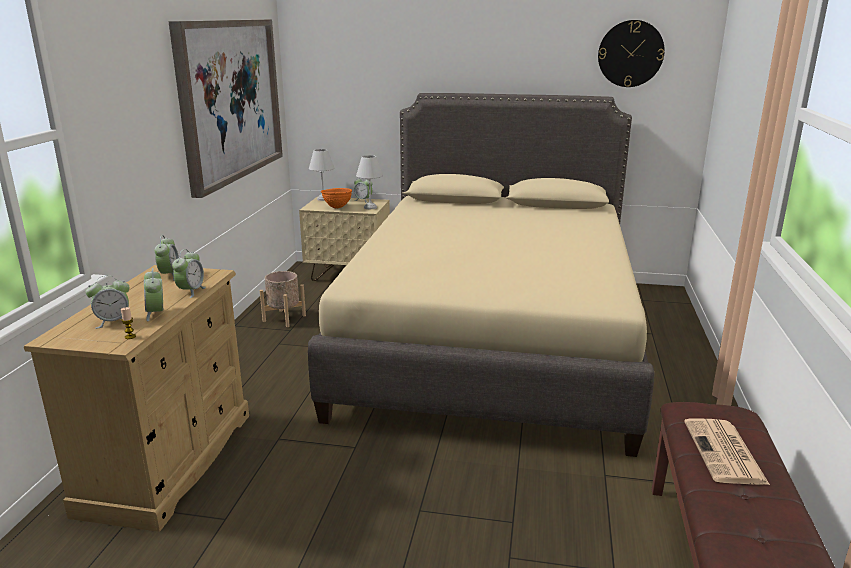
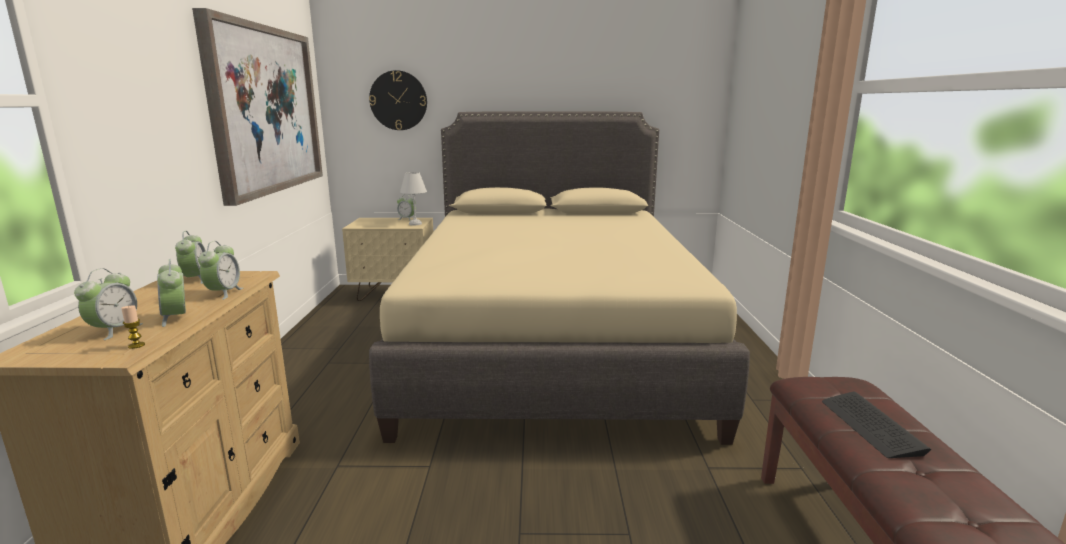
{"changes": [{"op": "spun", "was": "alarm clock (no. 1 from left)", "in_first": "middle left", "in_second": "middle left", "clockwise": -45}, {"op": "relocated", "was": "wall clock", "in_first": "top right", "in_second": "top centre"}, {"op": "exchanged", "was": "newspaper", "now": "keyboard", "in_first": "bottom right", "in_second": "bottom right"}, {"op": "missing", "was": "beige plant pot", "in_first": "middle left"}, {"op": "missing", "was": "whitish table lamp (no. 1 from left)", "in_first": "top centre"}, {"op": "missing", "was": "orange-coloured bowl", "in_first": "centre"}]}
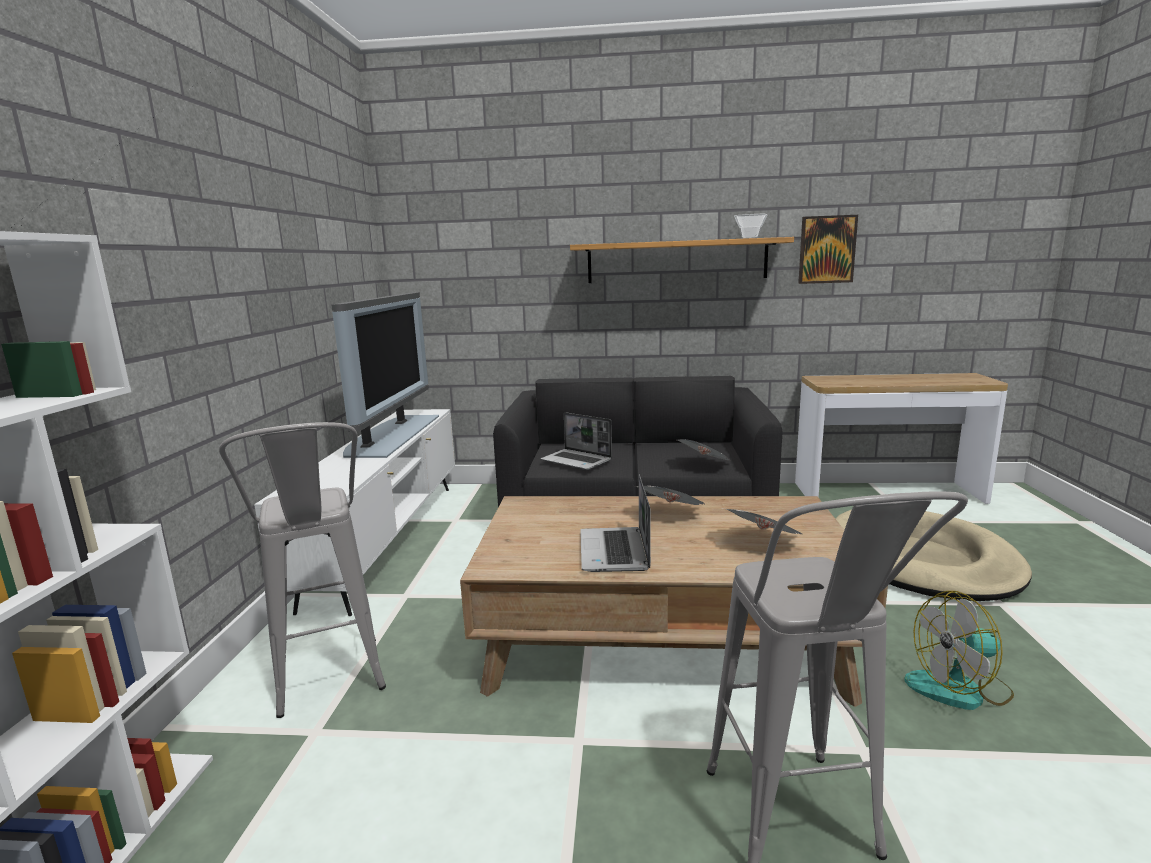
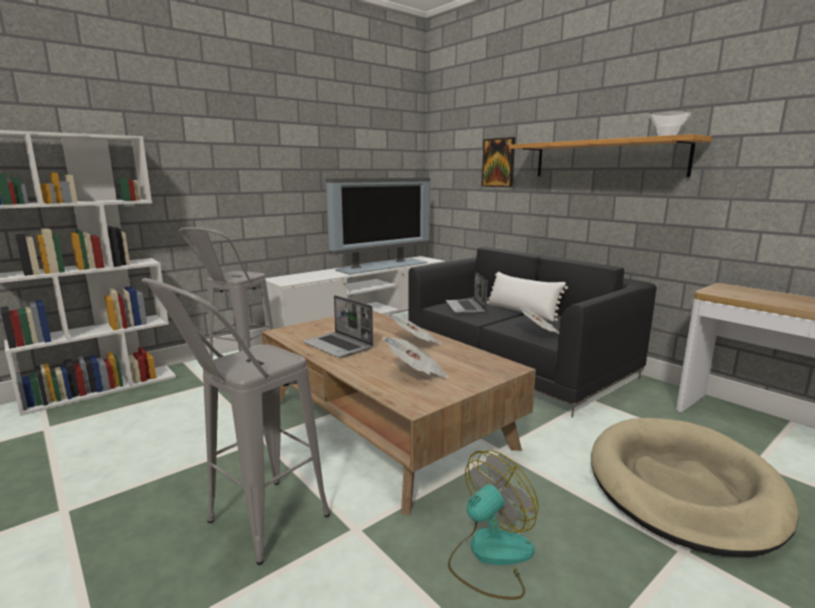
{"changes": [{"op": "spun", "was": "laptop (no. 2 from left in the first image)", "in_first": "centre", "in_second": "centre", "clockwise": -90}, {"op": "spun", "was": "cooling fan", "in_first": "bottom right", "in_second": "bottom centre", "clockwise": 105}, {"op": "relocated", "was": "picture", "in_first": "top right", "in_second": "top centre"}, {"op": "appeared", "now": "whitish throw pillow", "in_second": "centre"}]}
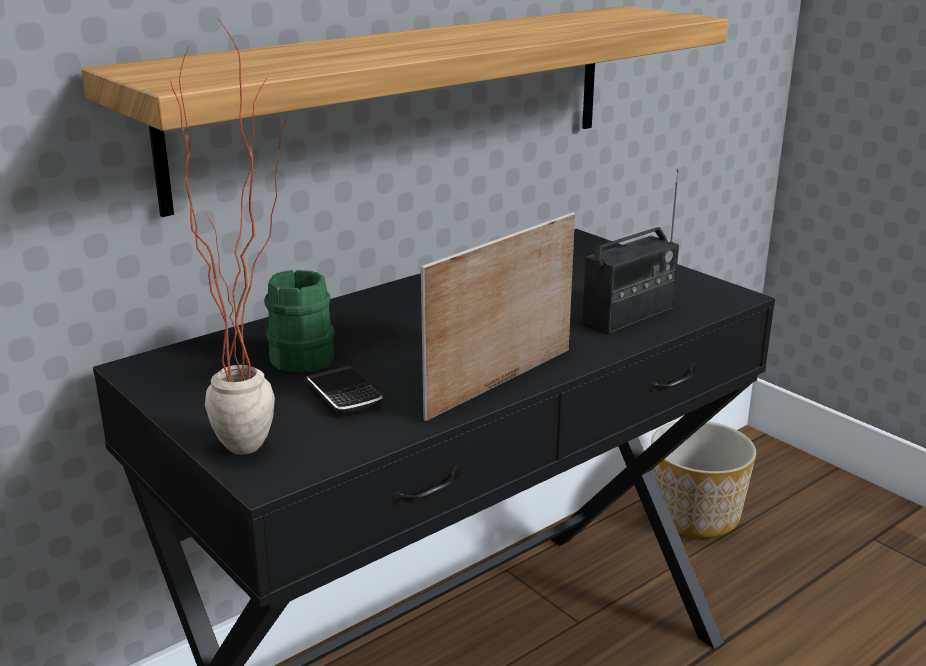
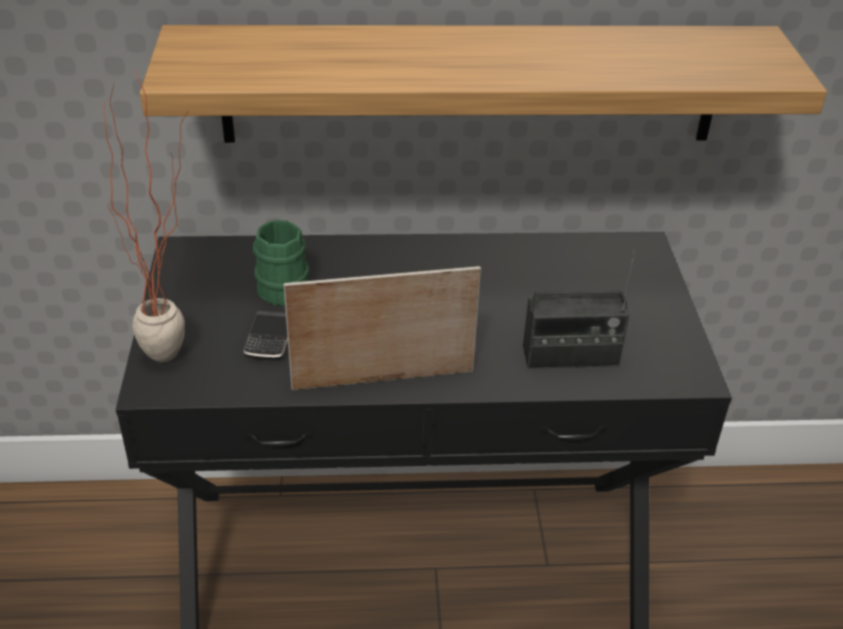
{"changes": [{"op": "missing", "was": "plant pot", "in_first": "bottom right"}]}
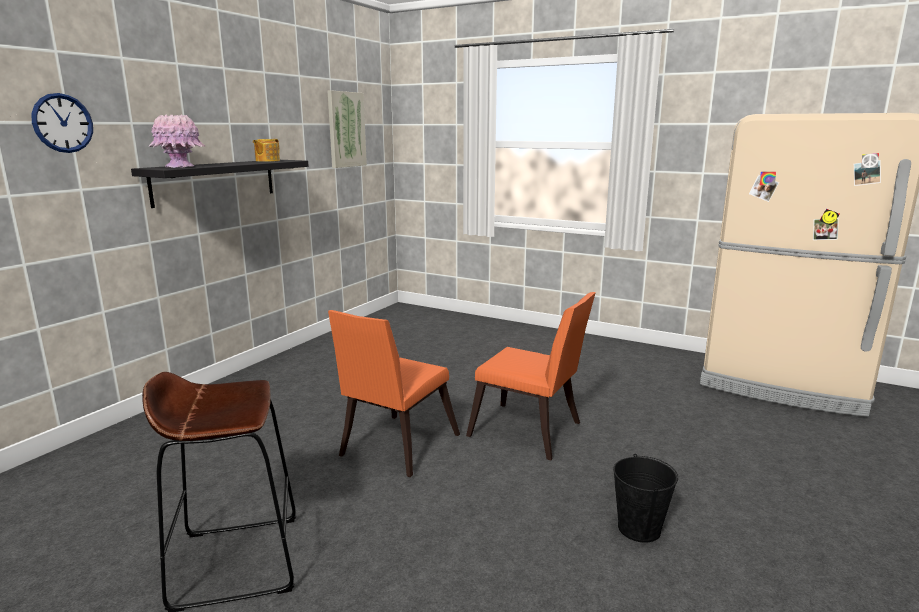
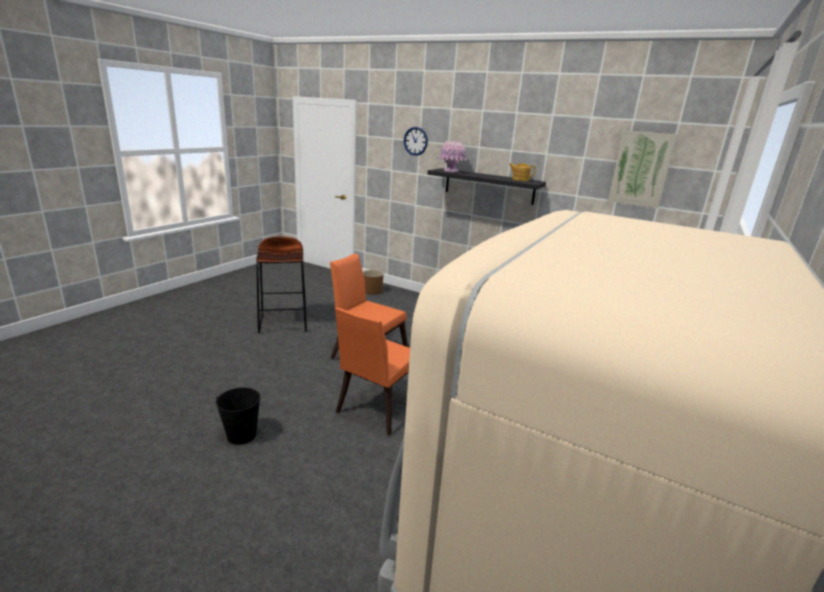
{"changes": [{"op": "appeared", "now": "brown-coloured plant pot", "in_second": "centre"}]}
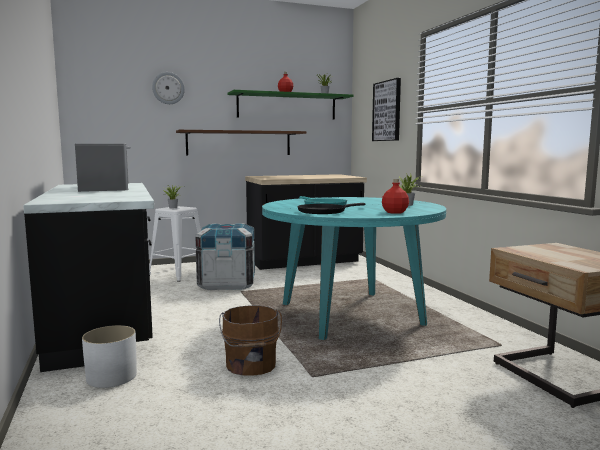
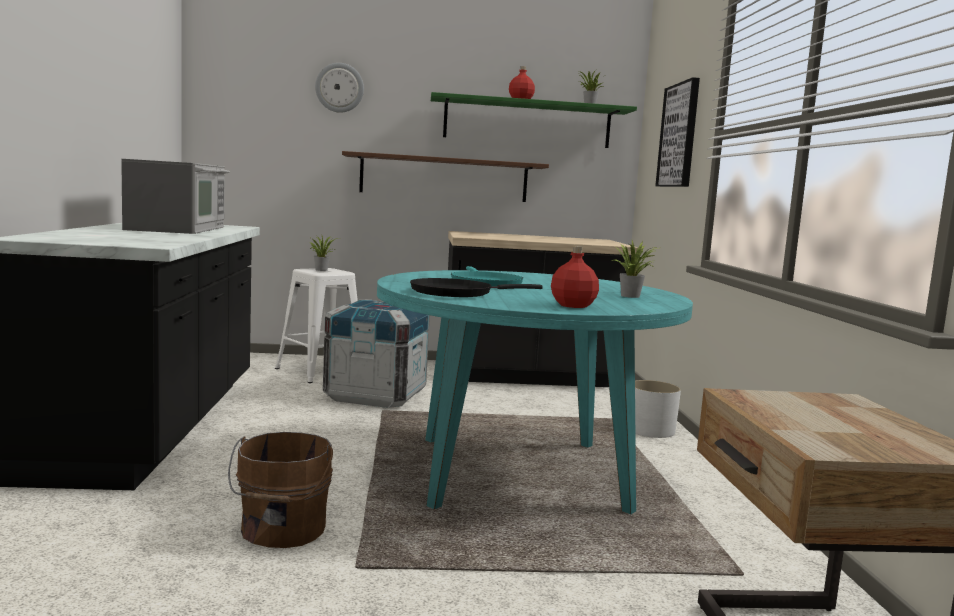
{"changes": [{"op": "relocated", "was": "whitish plant pot", "in_first": "bottom left", "in_second": "middle right"}]}
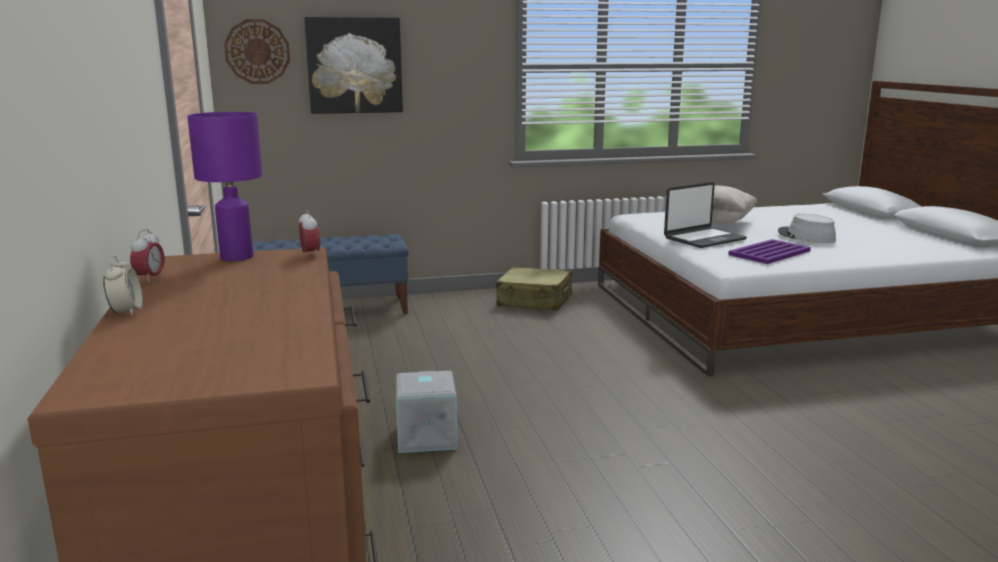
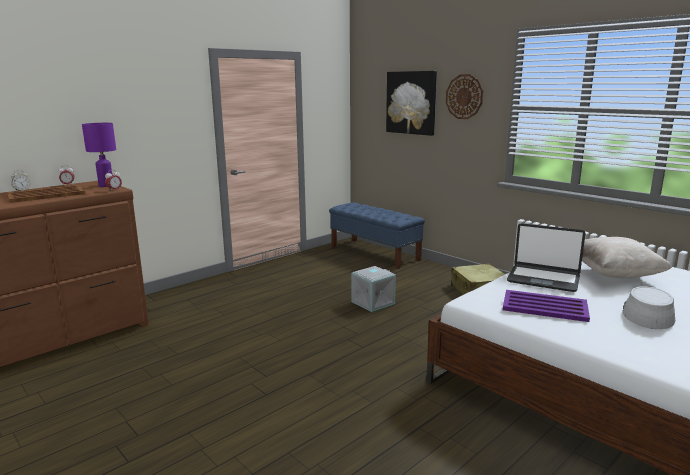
{"changes": [{"op": "appeared", "now": "brown-coloured tray", "in_second": "middle left"}, {"op": "relocated", "was": "greyish storage bin", "in_first": "bottom centre", "in_second": "centre"}, {"op": "relocated", "was": "wall clock", "in_first": "top left", "in_second": "top right"}]}
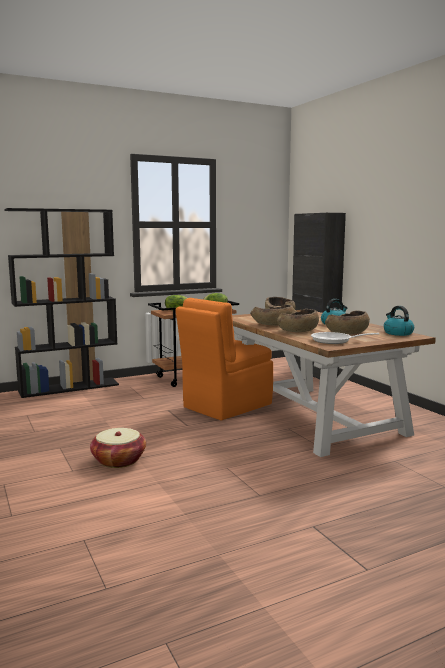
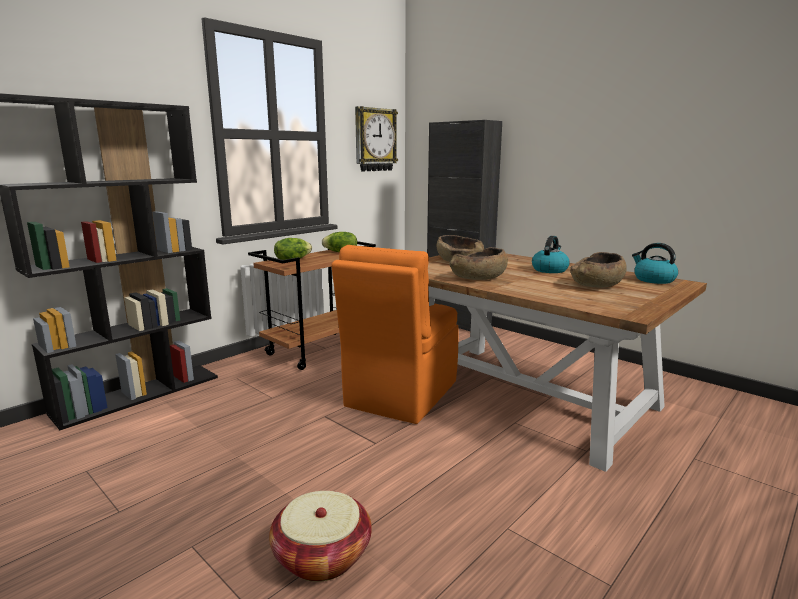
{"changes": [{"op": "appeared", "now": "wall clock", "in_second": "top centre"}, {"op": "missing", "was": "brown-coloured bowl (no. 3 from left)", "in_first": "middle right"}, {"op": "missing", "was": "skillet", "in_first": "middle right"}]}
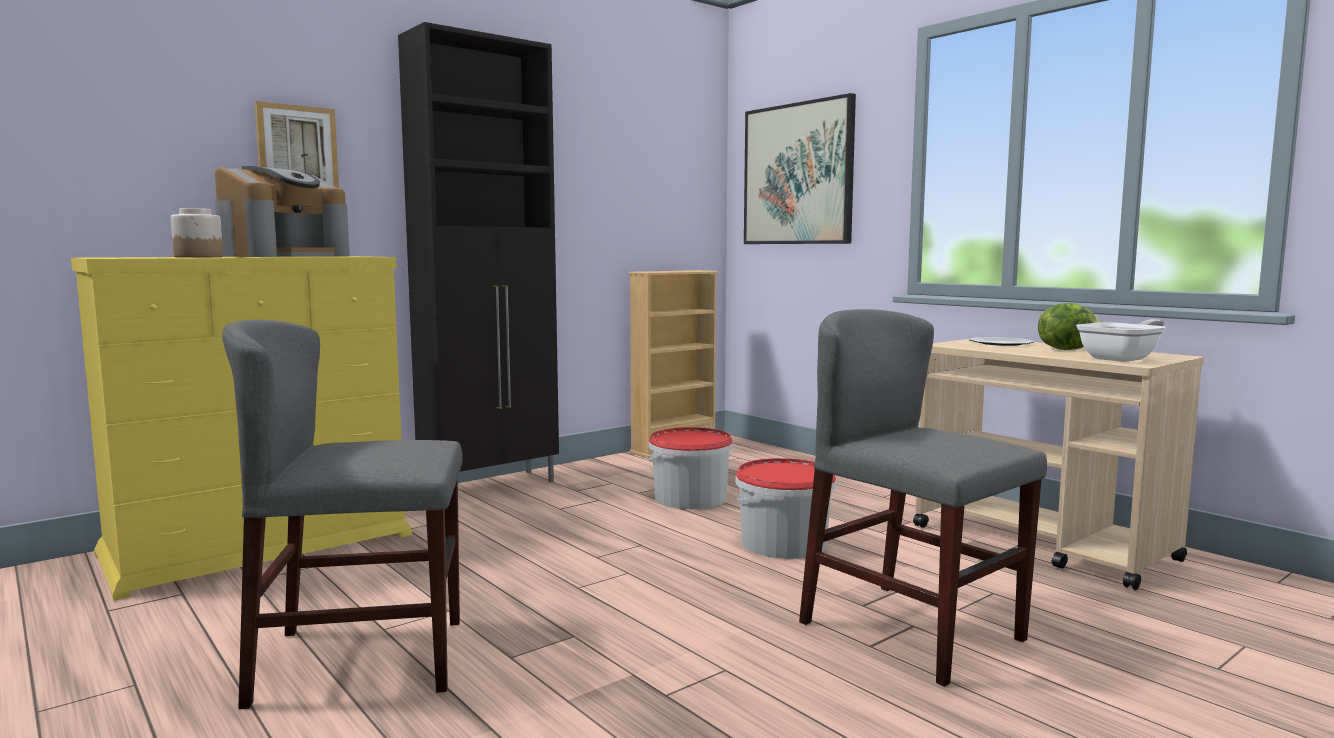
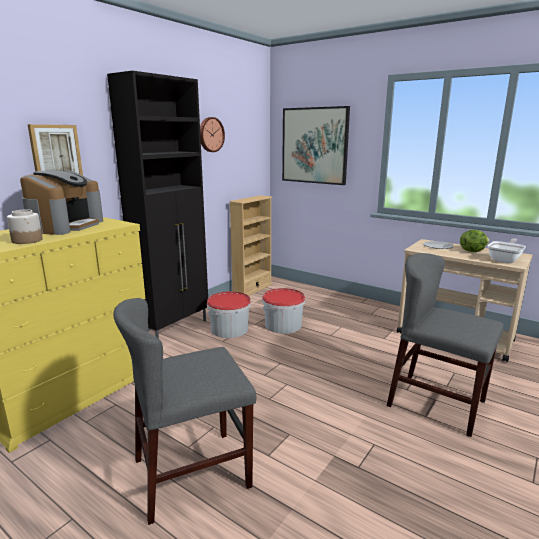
{"changes": [{"op": "appeared", "now": "wall clock", "in_second": "top centre"}, {"op": "relocated", "was": "pail (no. 2 from left in the first image)", "now": "pail (no. 1 from left)", "in_first": "bottom centre", "in_second": "centre"}]}
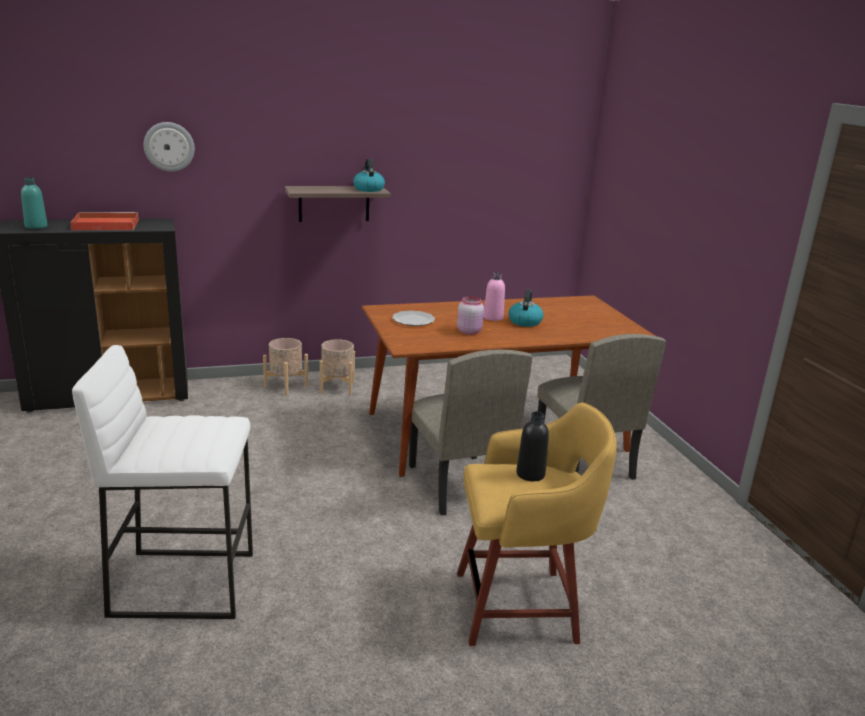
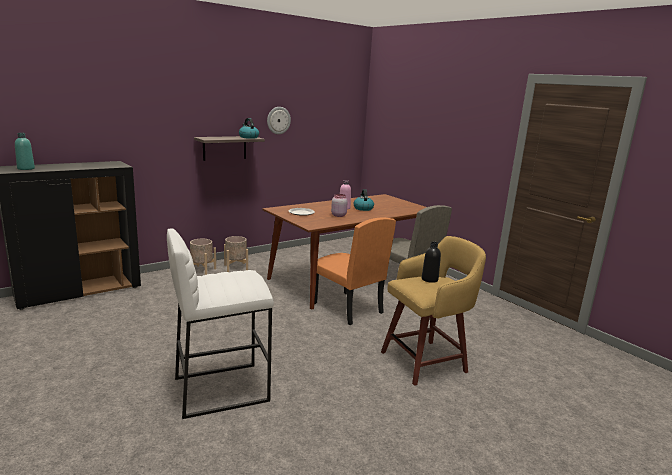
{"changes": [{"op": "relocated", "was": "wall clock", "in_first": "top left", "in_second": "top centre"}, {"op": "colour", "was": "beige upright chair (no. 1 from left)", "now": "orange-coloured upright chair", "in_first": "centre", "in_second": "centre"}, {"op": "missing", "was": "reddish tray", "in_first": "top left"}]}
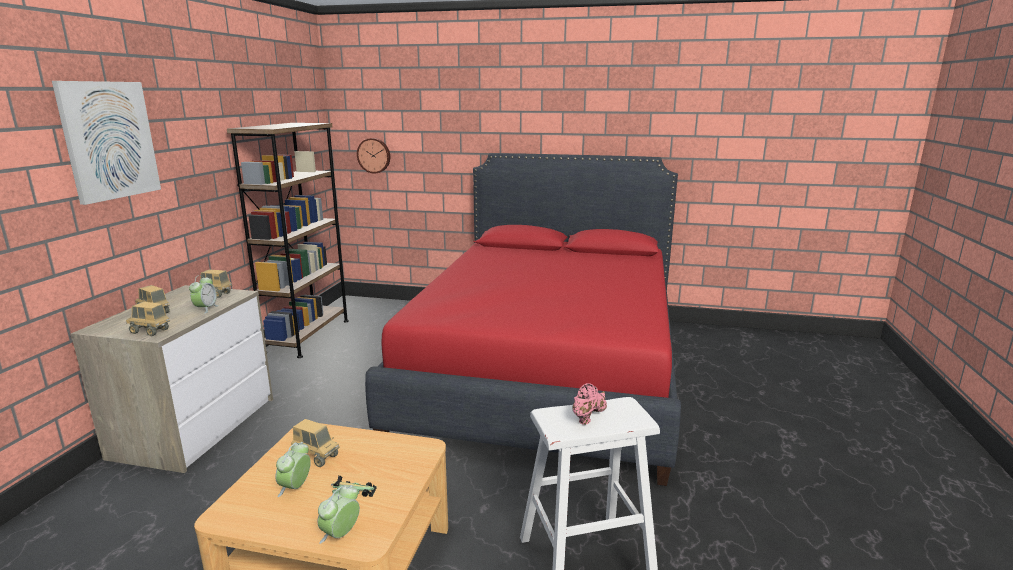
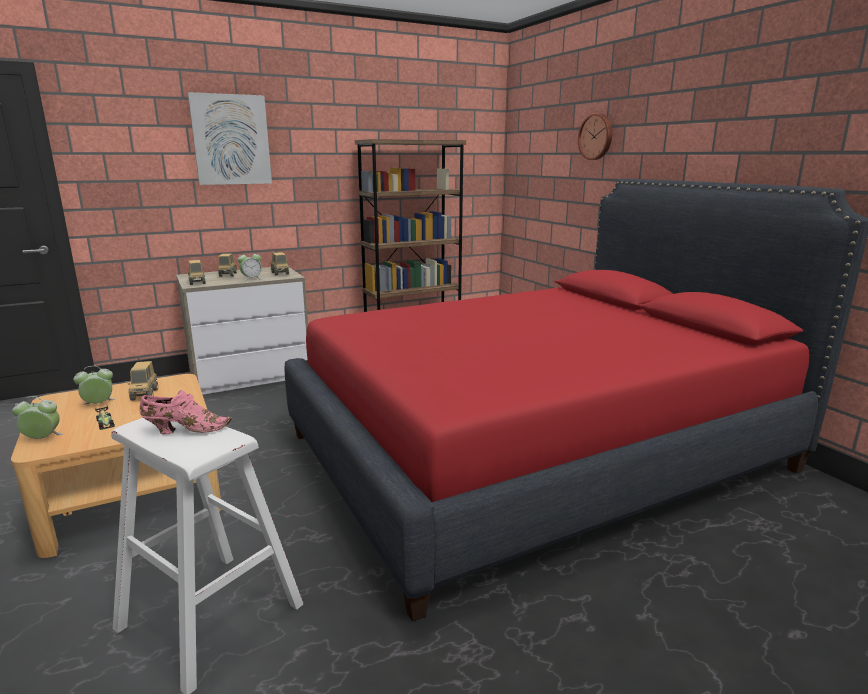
{"changes": [{"op": "relocated", "was": "wall clock", "in_first": "top centre", "in_second": "top right"}]}
